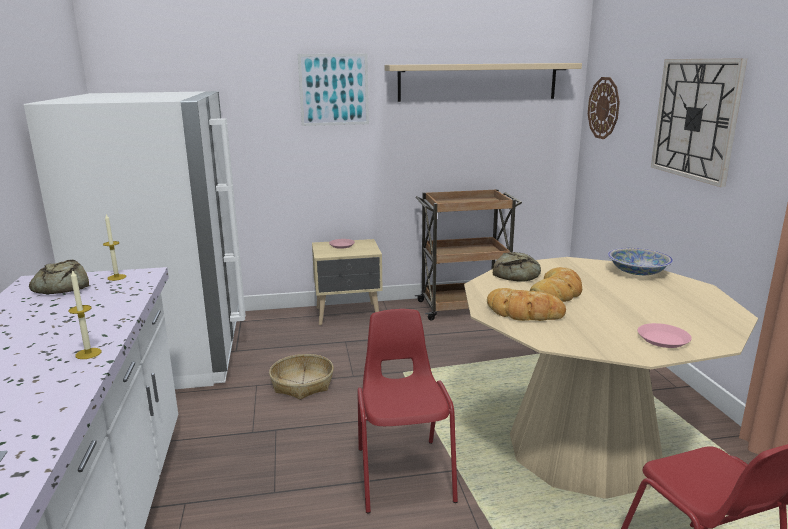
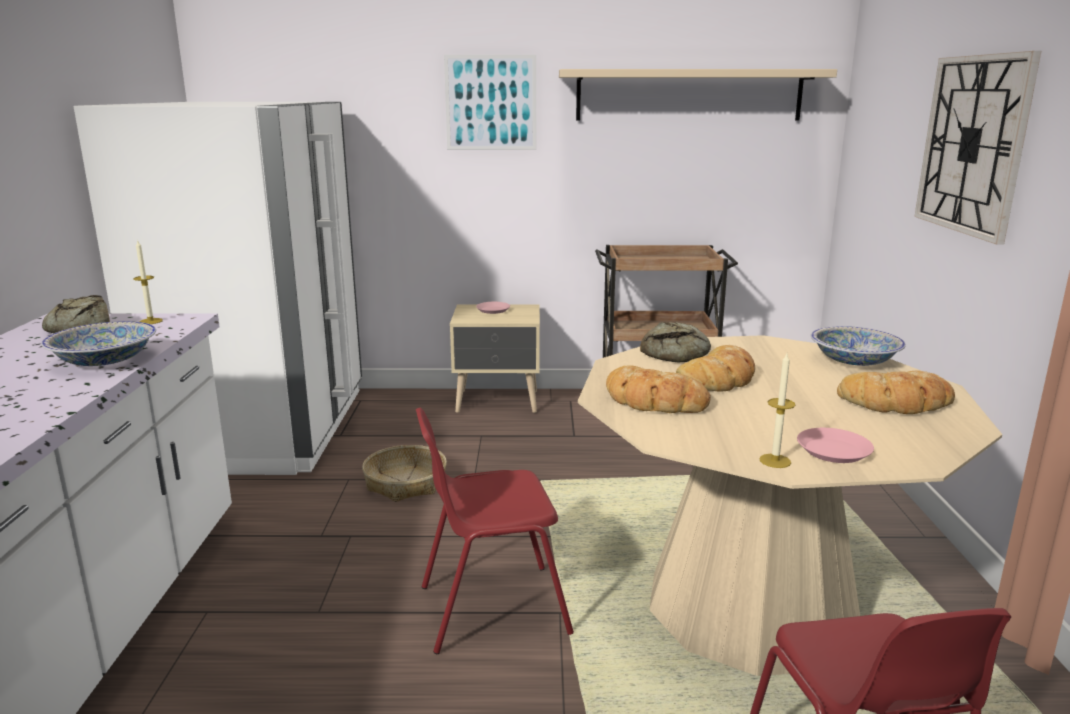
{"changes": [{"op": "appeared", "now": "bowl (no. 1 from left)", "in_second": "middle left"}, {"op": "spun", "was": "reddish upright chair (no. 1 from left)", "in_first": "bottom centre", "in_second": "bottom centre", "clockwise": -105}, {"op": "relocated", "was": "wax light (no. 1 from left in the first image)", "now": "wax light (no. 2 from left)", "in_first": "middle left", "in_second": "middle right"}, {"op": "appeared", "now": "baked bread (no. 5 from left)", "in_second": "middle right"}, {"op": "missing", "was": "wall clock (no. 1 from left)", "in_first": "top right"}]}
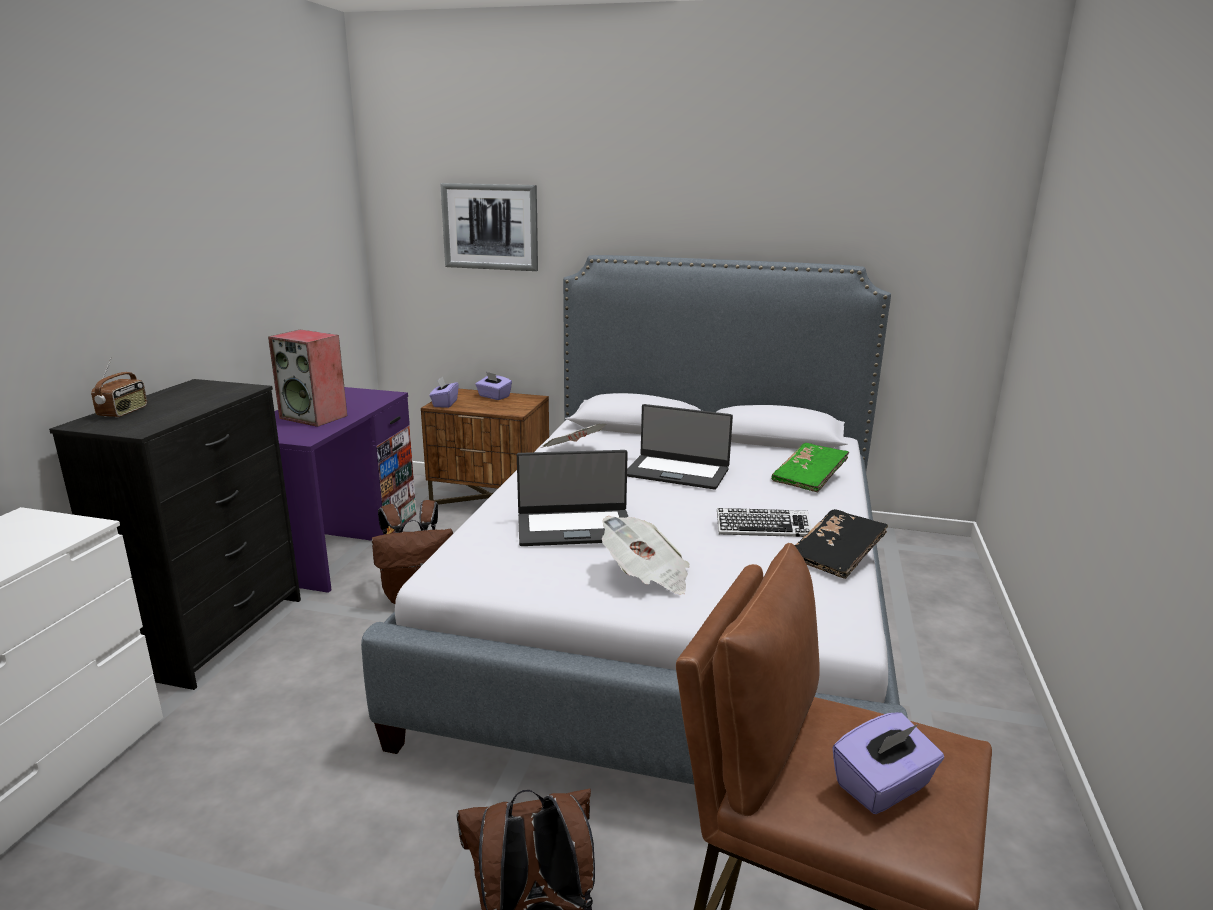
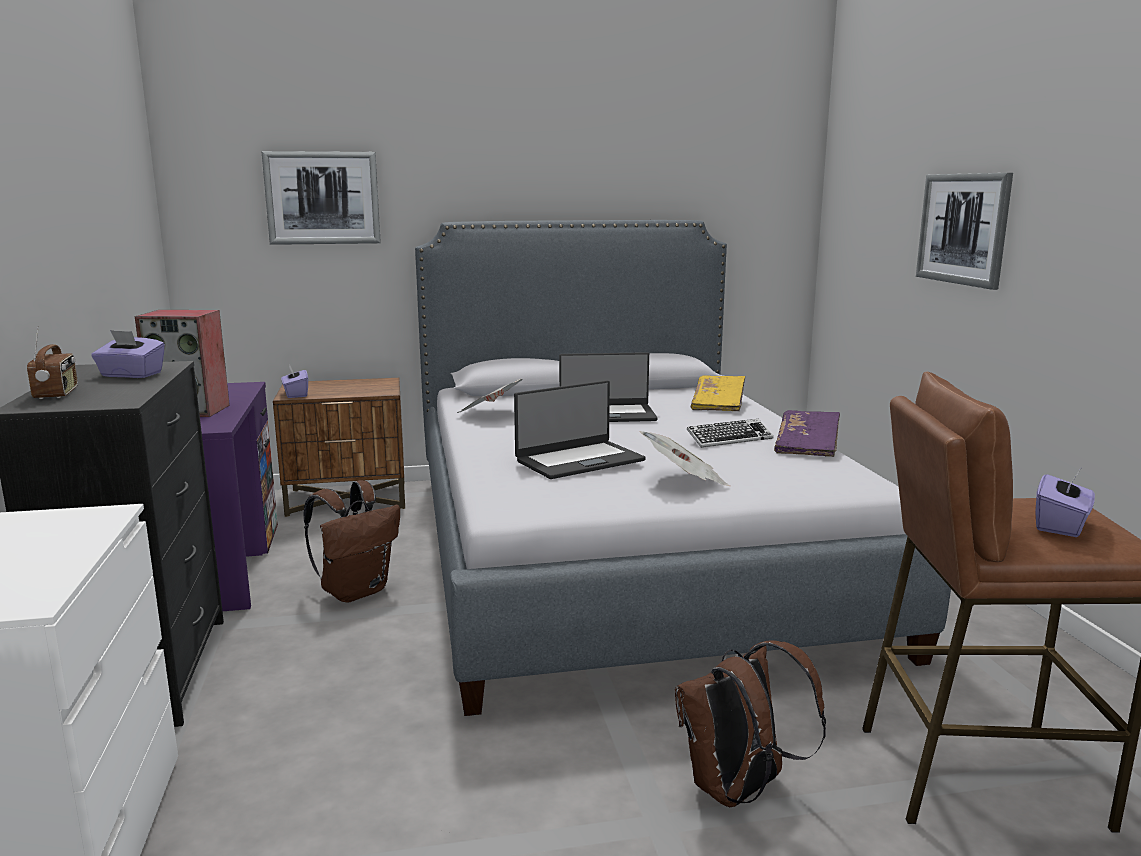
{"changes": [{"op": "relocated", "was": "purple-coloured tissue box (no. 2 from left in the first image)", "now": "purple-coloured tissue box (no. 1 from left)", "in_first": "centre", "in_second": "middle left"}, {"op": "colour", "was": "green volume", "now": "yellow volume", "in_first": "middle right", "in_second": "centre"}, {"op": "colour", "was": "black-coloured volume", "now": "purple-coloured volume", "in_first": "middle right", "in_second": "middle right"}, {"op": "appeared", "now": "picture (no. 2 from left)", "in_second": "top right"}]}
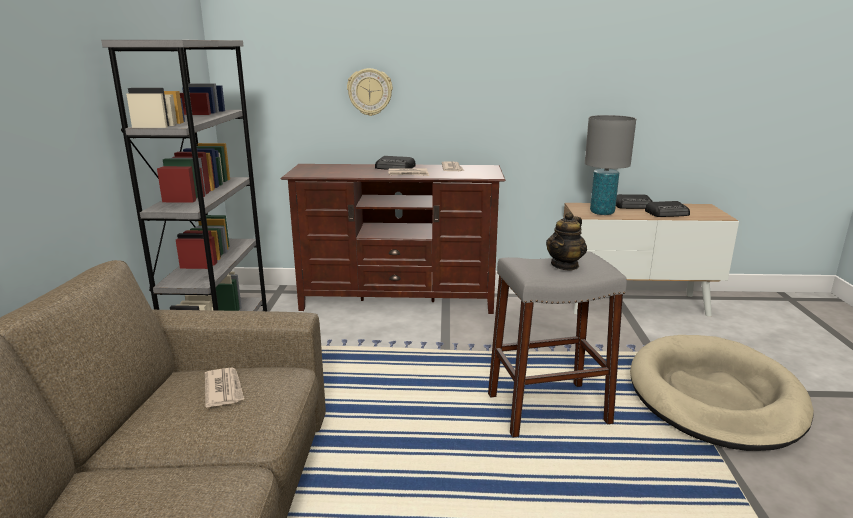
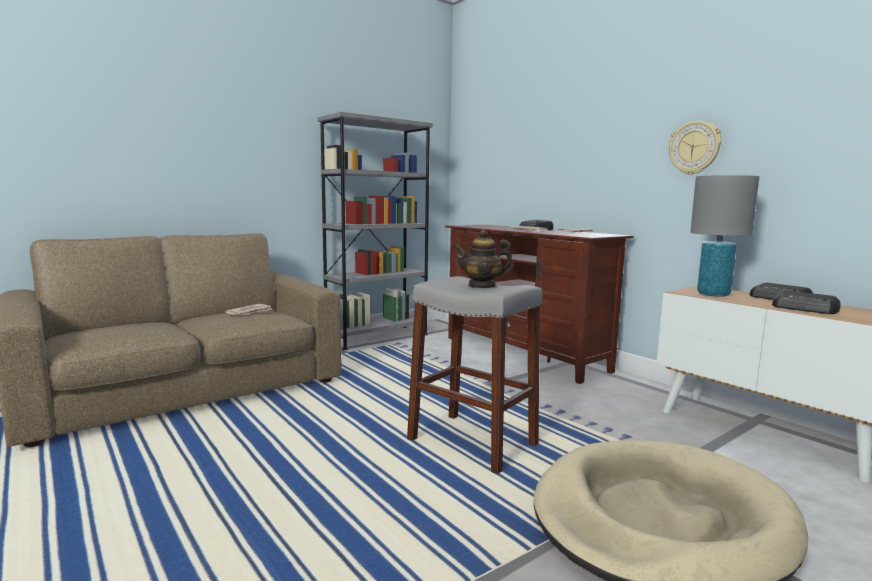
{"changes": [{"op": "relocated", "was": "wall clock", "in_first": "top centre", "in_second": "top right"}]}
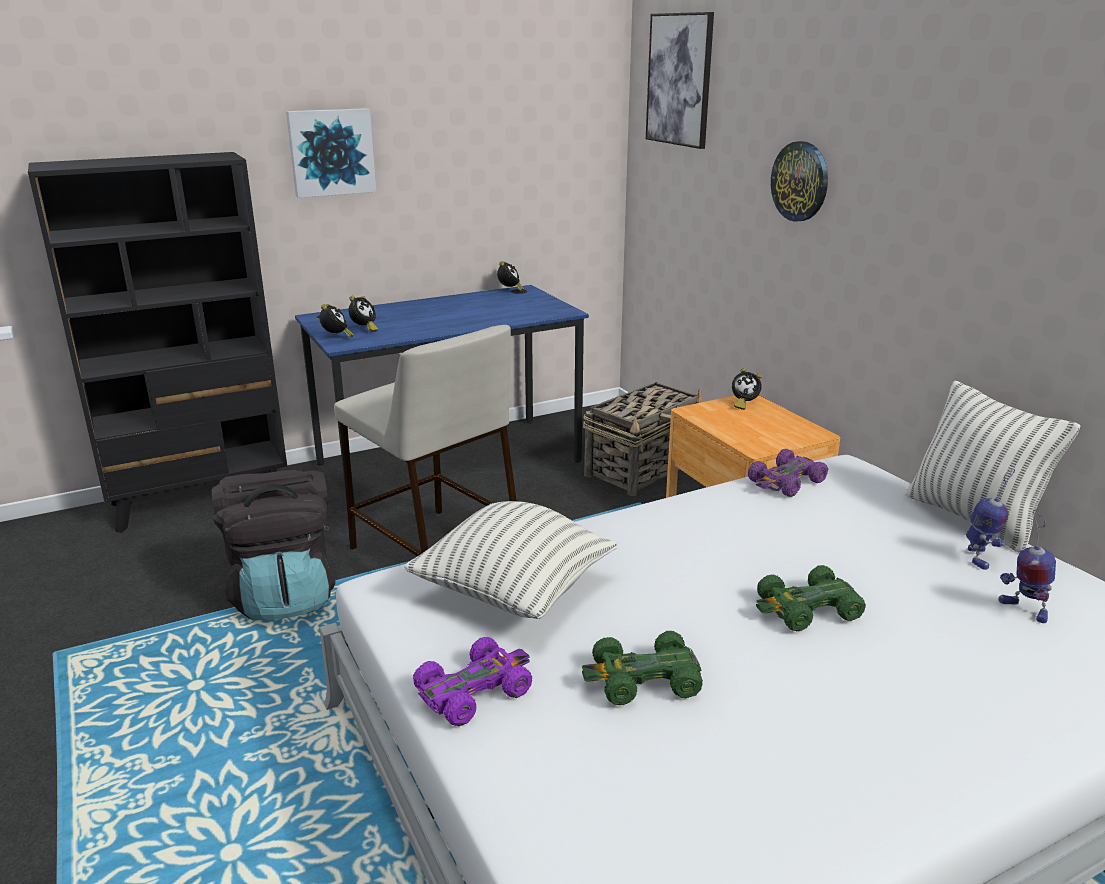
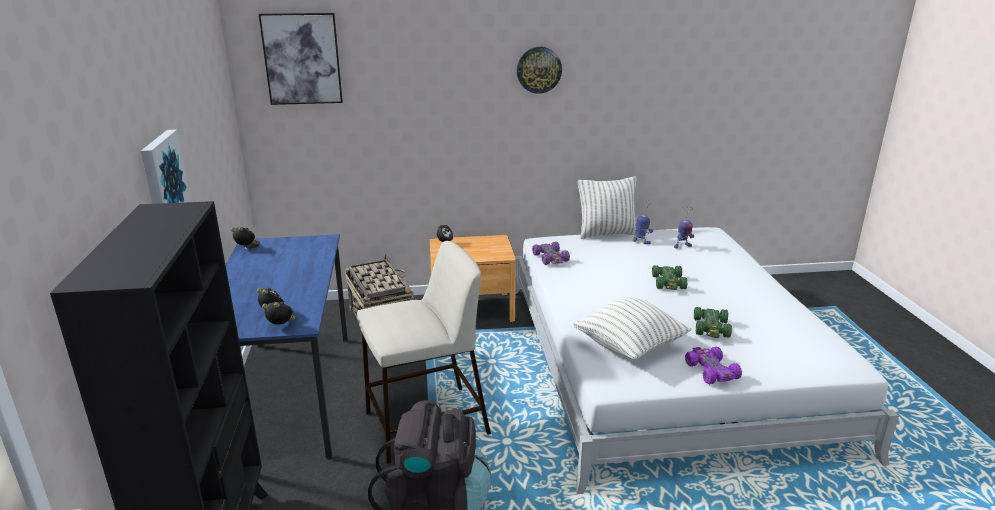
{"changes": [{"op": "relocated", "was": "wall clock", "in_first": "top right", "in_second": "top centre"}]}
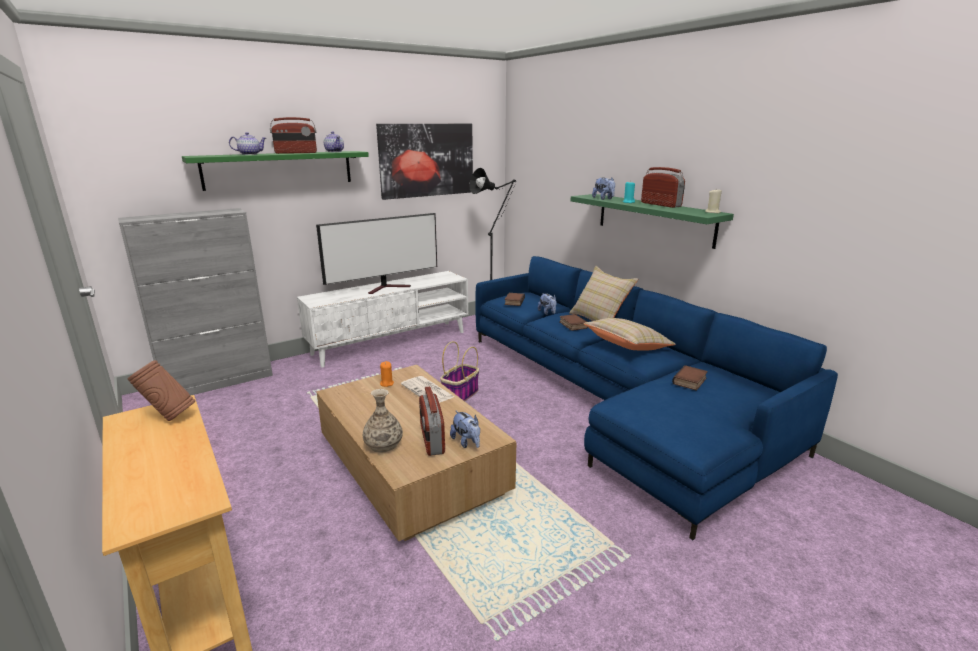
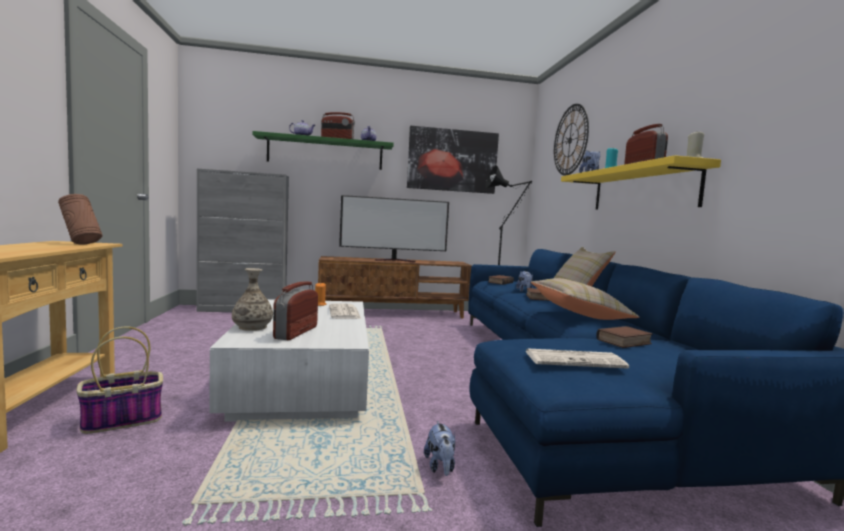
{"changes": [{"op": "relocated", "was": "household basket", "in_first": "centre", "in_second": "bottom left"}, {"op": "colour", "was": "brown-coloured lounge table", "now": "whitish lounge table", "in_first": "bottom centre", "in_second": "bottom centre"}, {"op": "colour", "was": "whitish media console", "now": "brown-coloured media console", "in_first": "centre", "in_second": "centre"}, {"op": "relocated", "was": "soft toy (no. 1 from left)", "in_first": "centre", "in_second": "bottom centre"}, {"op": "appeared", "now": "newspaper (no. 2 from left)", "in_second": "bottom right"}, {"op": "appeared", "now": "wall clock", "in_second": "top right"}, {"op": "colour", "was": "green bracket shelf (no. 2 from left)", "now": "yellow bracket shelf", "in_first": "middle right", "in_second": "middle right"}]}
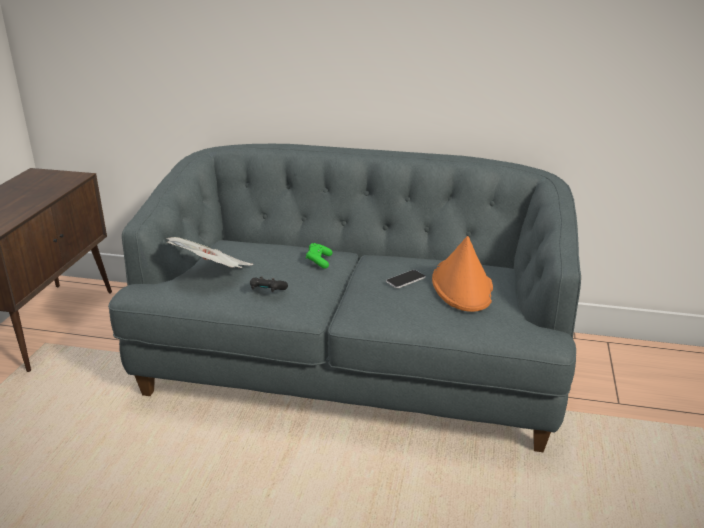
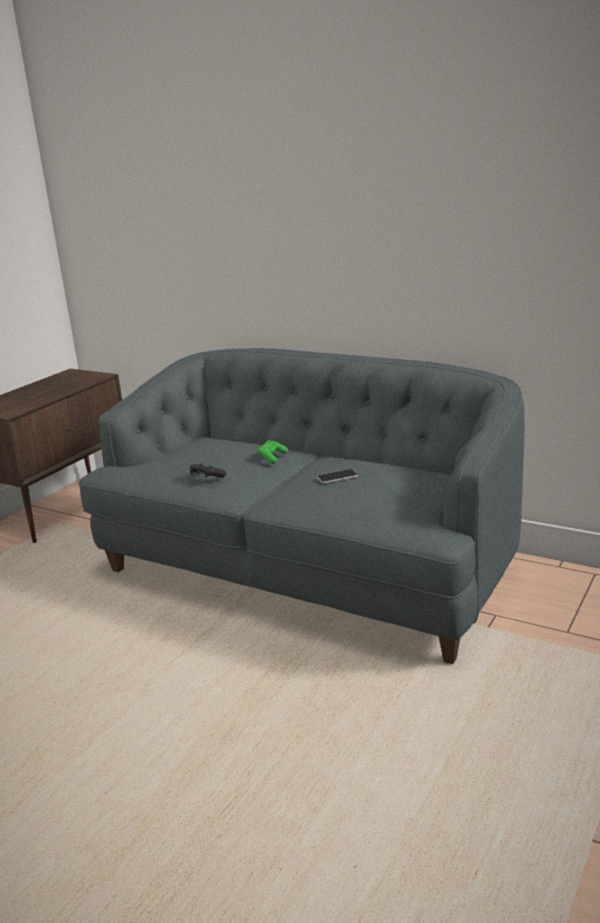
{"changes": [{"op": "missing", "was": "newspaper", "in_first": "middle left"}, {"op": "missing", "was": "orange-coloured wearable hat", "in_first": "centre"}]}
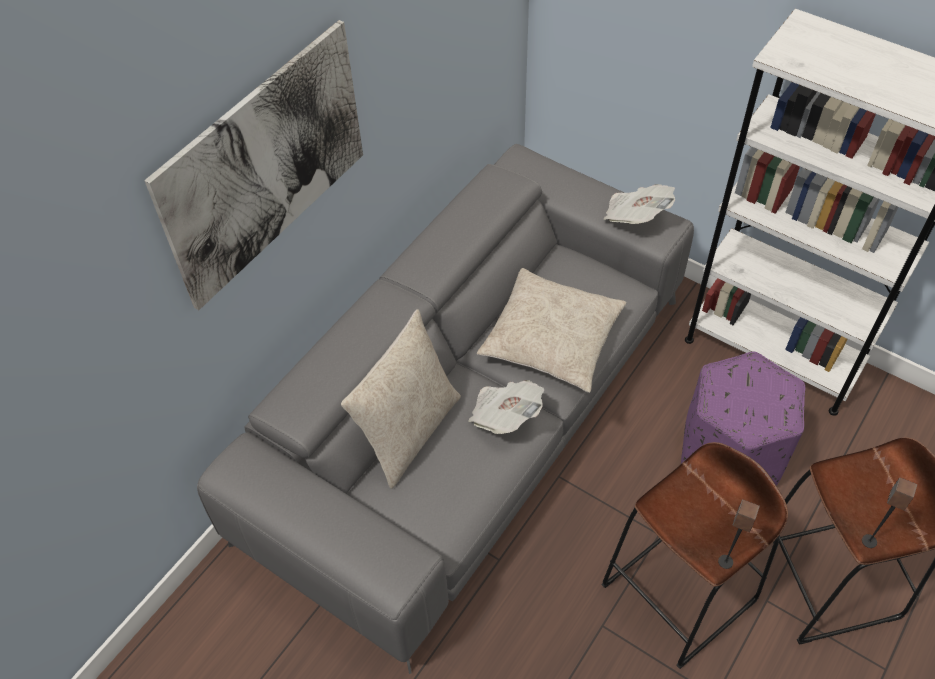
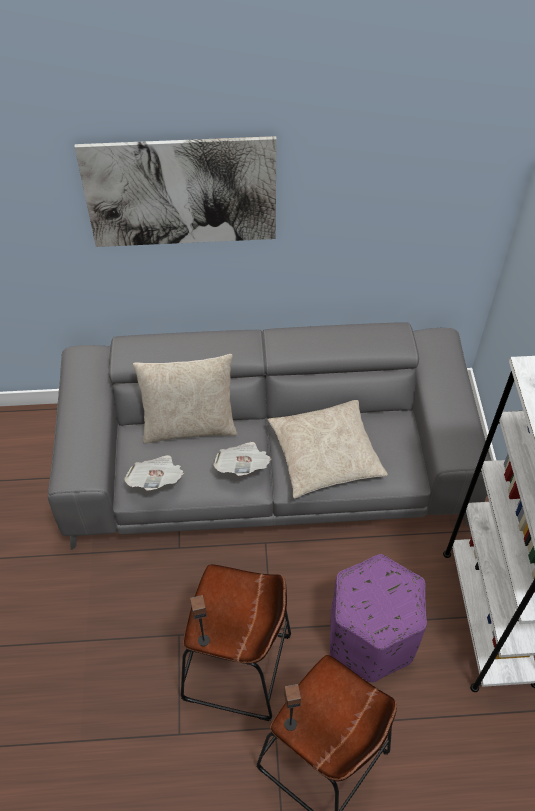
{"changes": [{"op": "relocated", "was": "newspaper (no. 2 from left in the first image)", "now": "newspaper (no. 1 from left)", "in_first": "top right", "in_second": "middle left"}]}
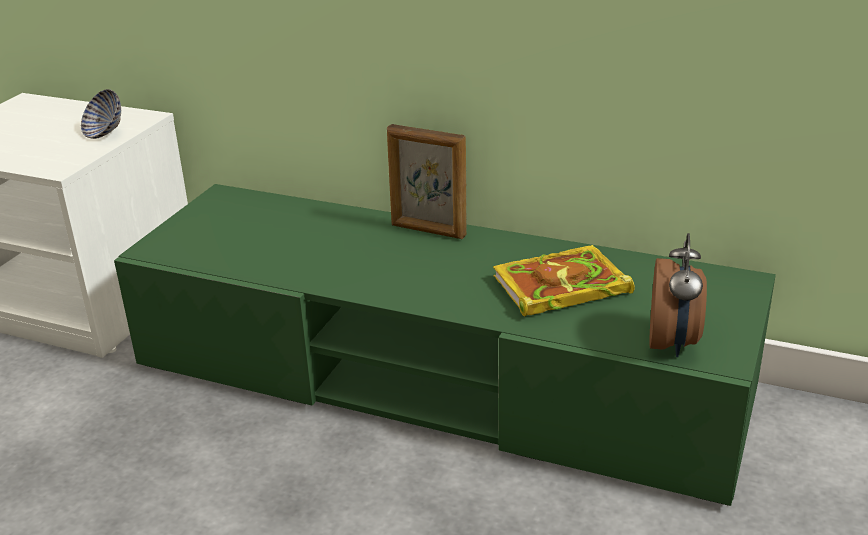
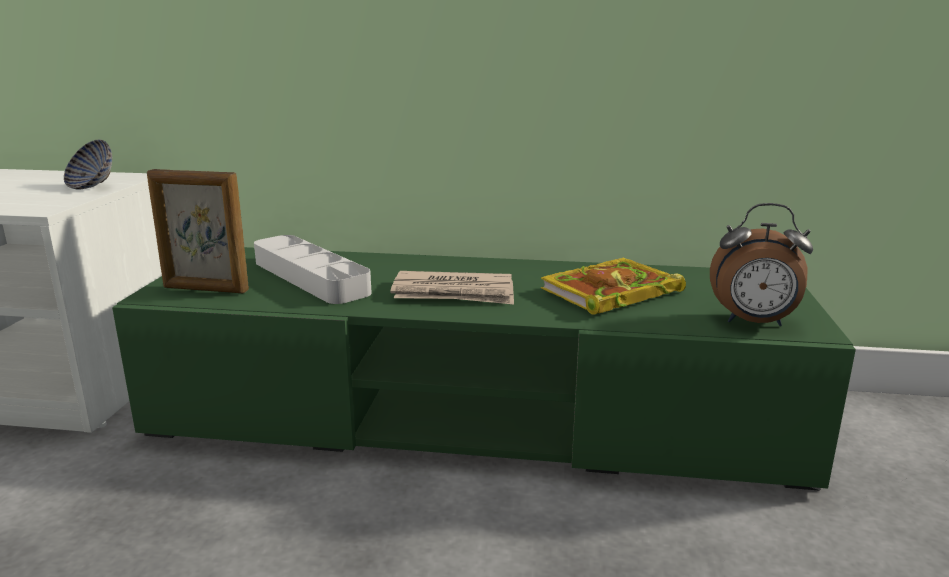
{"changes": [{"op": "relocated", "was": "picture frame", "in_first": "centre", "in_second": "middle left"}, {"op": "appeared", "now": "greyish tray", "in_second": "middle left"}, {"op": "appeared", "now": "newspaper", "in_second": "centre"}, {"op": "spun", "was": "alarm clock", "in_first": "middle right", "in_second": "middle right", "clockwise": 105}]}
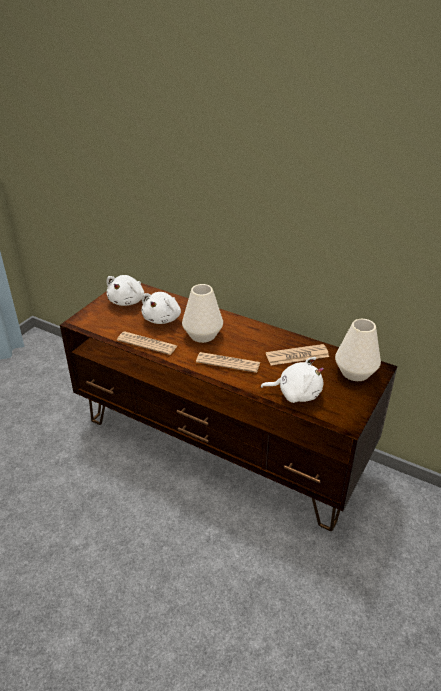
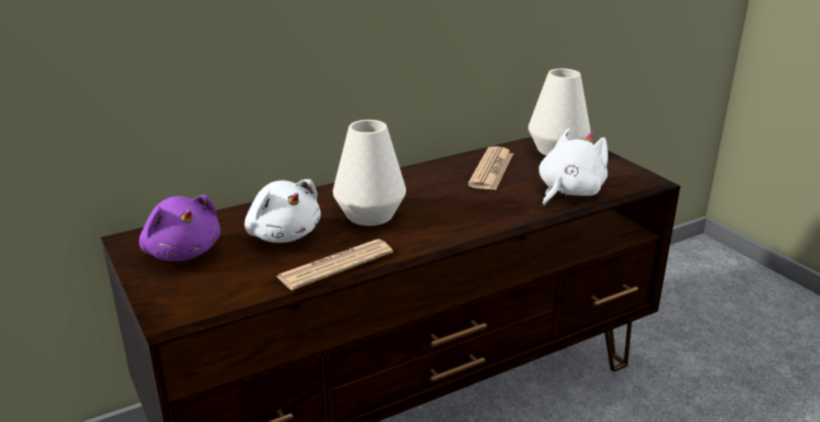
{"changes": [{"op": "colour", "was": "whitish soft toy (no. 1 from left)", "now": "purple-coloured soft toy", "in_first": "middle left", "in_second": "middle left"}, {"op": "missing", "was": "newspaper (no. 2 from left)", "in_first": "centre"}]}
